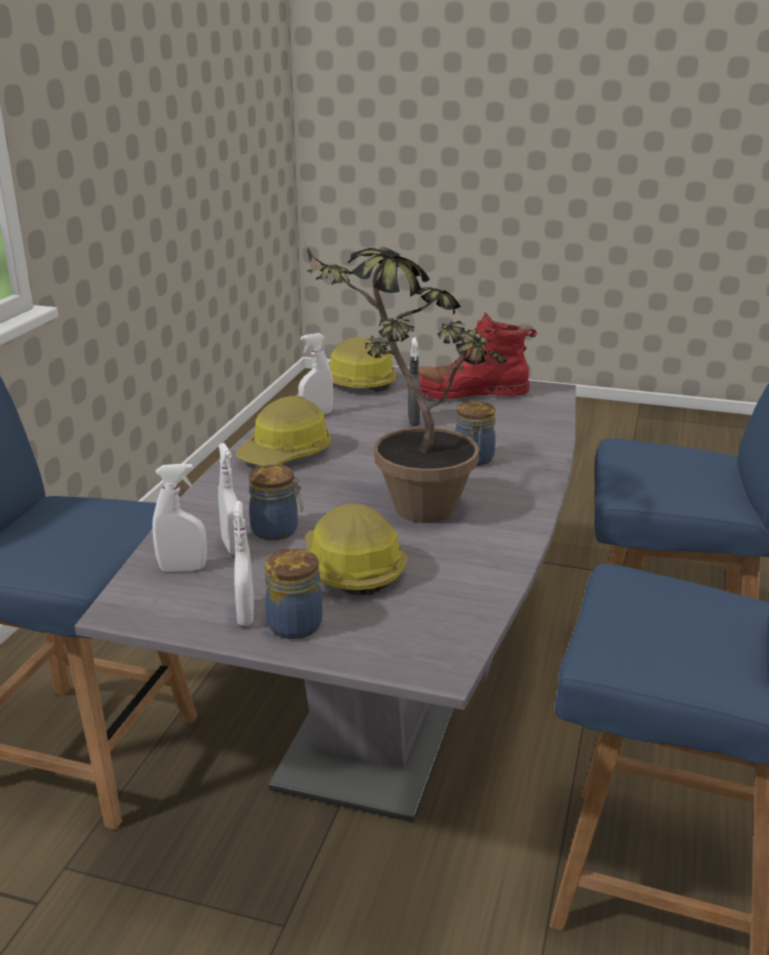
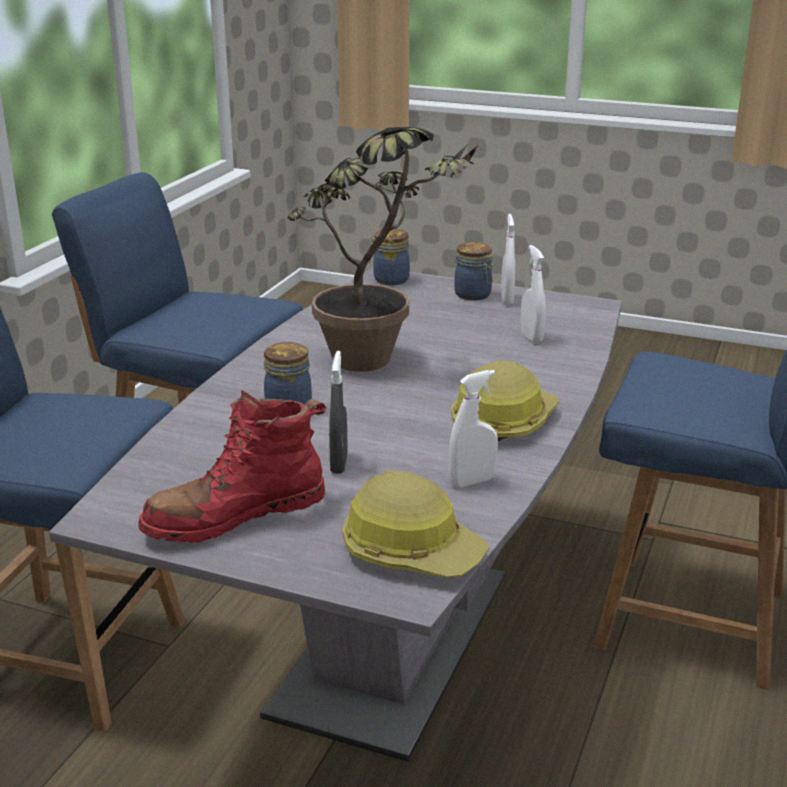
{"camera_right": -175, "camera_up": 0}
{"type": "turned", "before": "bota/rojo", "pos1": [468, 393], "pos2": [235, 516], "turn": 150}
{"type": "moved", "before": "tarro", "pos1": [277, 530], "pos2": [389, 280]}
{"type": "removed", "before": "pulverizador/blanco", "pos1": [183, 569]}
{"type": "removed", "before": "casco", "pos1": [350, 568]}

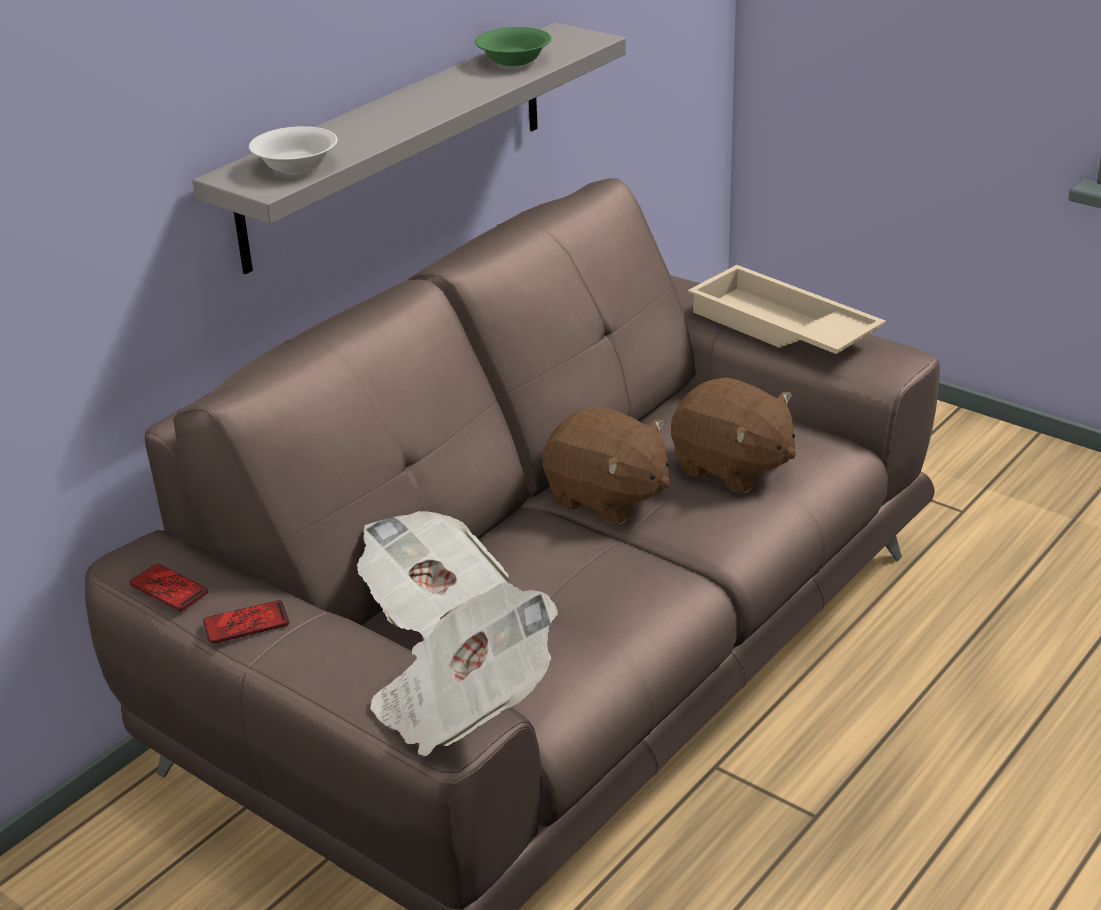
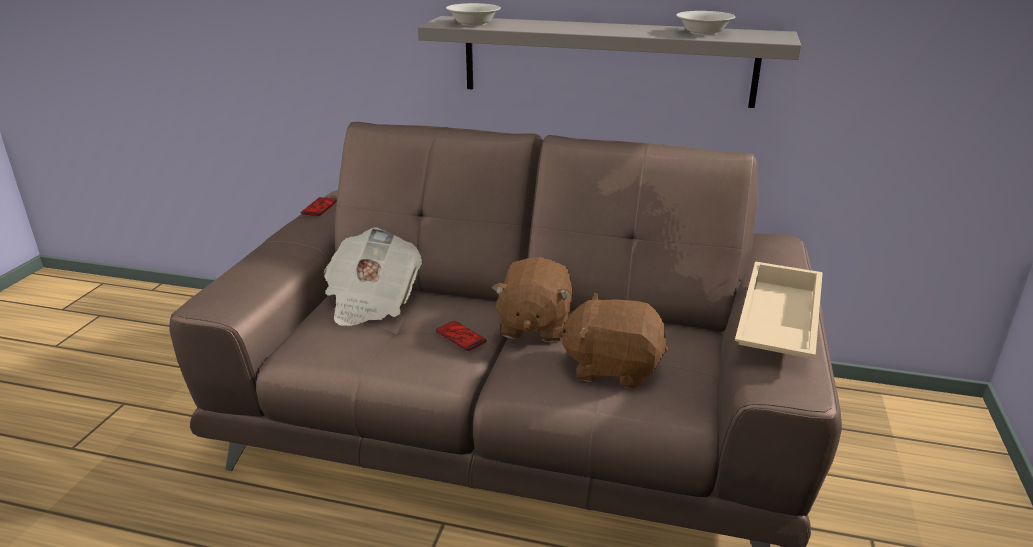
{"camera_right": 65, "camera_up": -5}
{"type": "moved", "before": "móvil", "pos1": [246, 623], "pos2": [460, 336]}
{"type": "turned", "before": "peluche/marrón", "pos1": [732, 467], "pos2": [612, 367], "turn": 90}
{"type": "recoloured", "before": "cuenco/verde", "after": "cuenco/blanco", "pos1": [515, 60], "pos2": [704, 32]}
{"type": "removed", "before": "periódico", "pos1": [465, 705]}

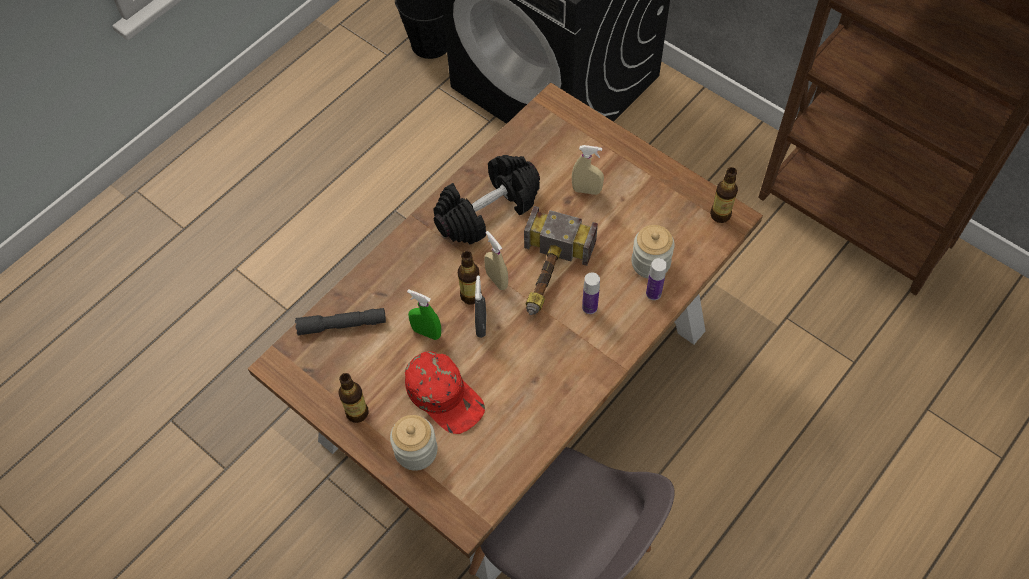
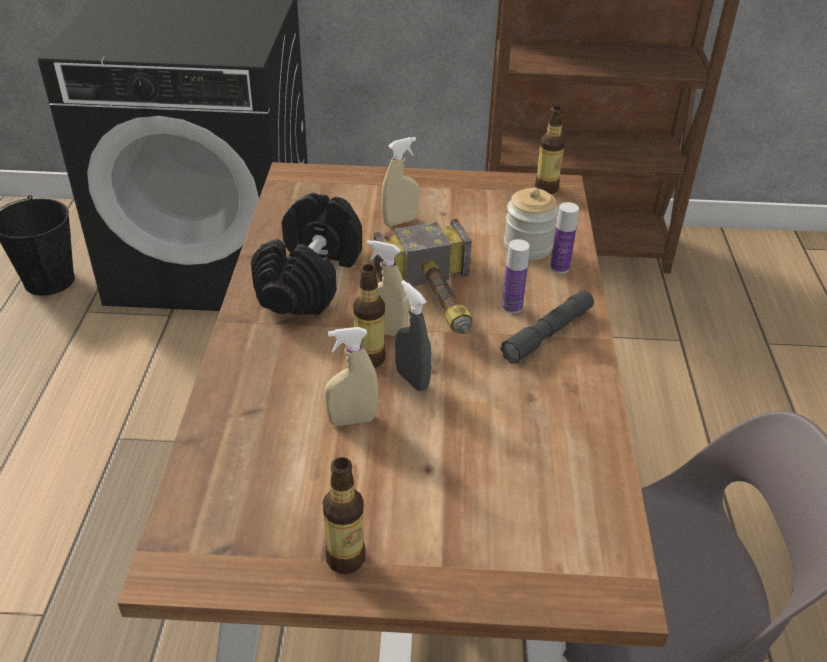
{"camera_right": -40, "camera_up": -20}
{"type": "recoloured", "before": "pulverizador/verde", "after": "pulverizador/beis", "pos1": [426, 332], "pos2": [352, 420]}
{"type": "moved", "before": "linterna/gris", "pos1": [342, 325], "pos2": [548, 334]}
{"type": "removed", "before": "tarro", "pos1": [416, 451]}
{"type": "removed", "before": "gorra/rojo", "pos1": [445, 395]}

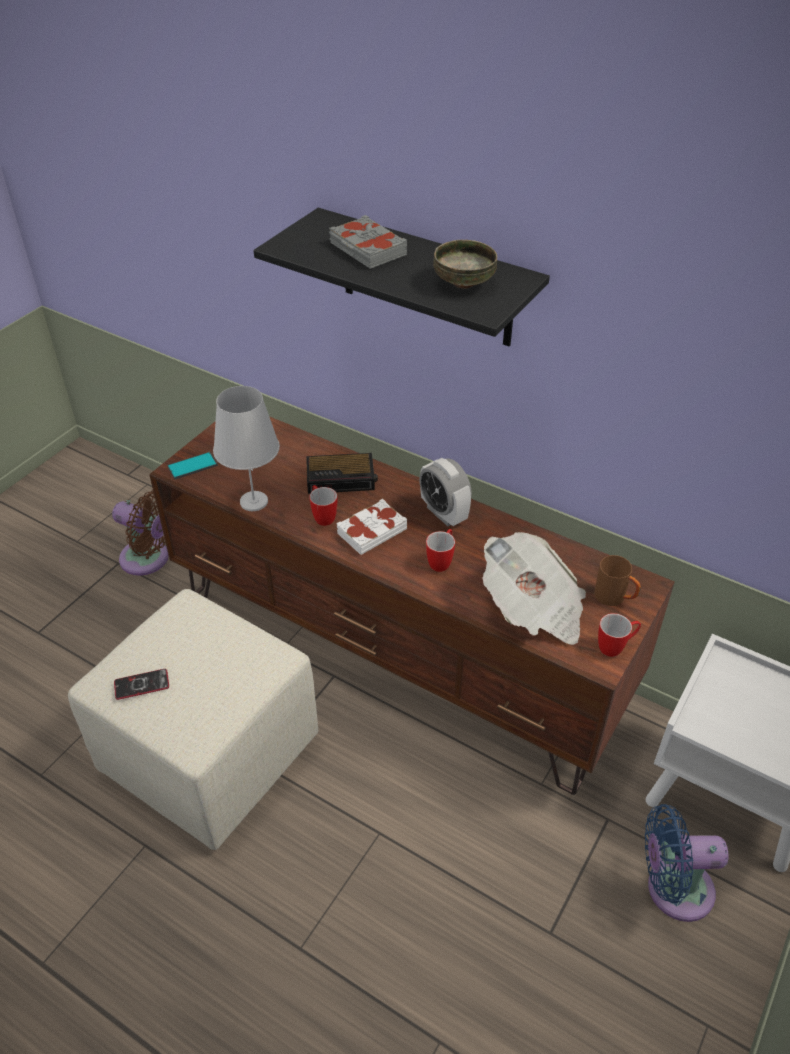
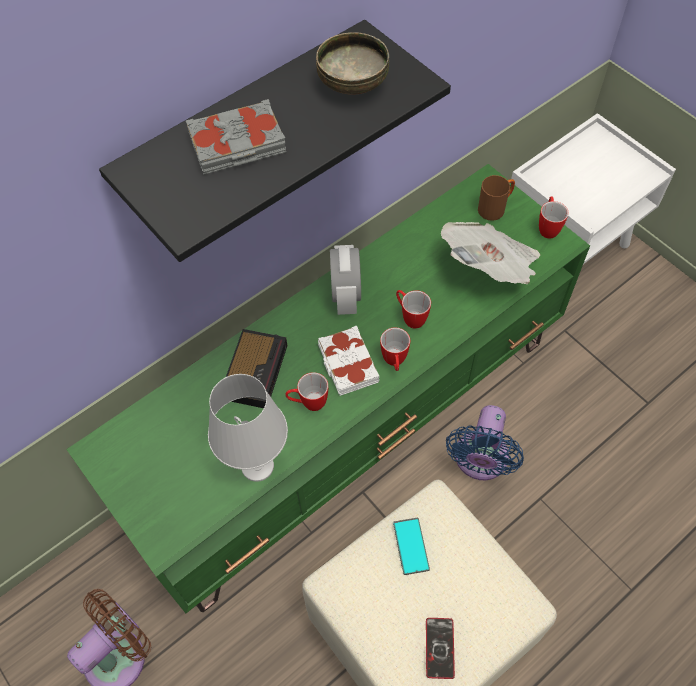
{"camera_right": -70, "camera_up": 15}
{"type": "recoloured", "before": "mueble de televisión/marrón", "after": "mueble de televisión/verde", "pos1": [397, 649], "pos2": [351, 427]}
{"type": "turned", "before": "despertador", "pos1": [444, 513], "pos2": [346, 296], "turn": 105}
{"type": "added", "after": "taza grande", "pos2": [394, 363]}
{"type": "moved", "before": "móvil", "pos1": [192, 466], "pos2": [410, 546]}
{"type": "moved", "before": "ventilador/azul", "pos1": [672, 889], "pos2": [479, 461]}

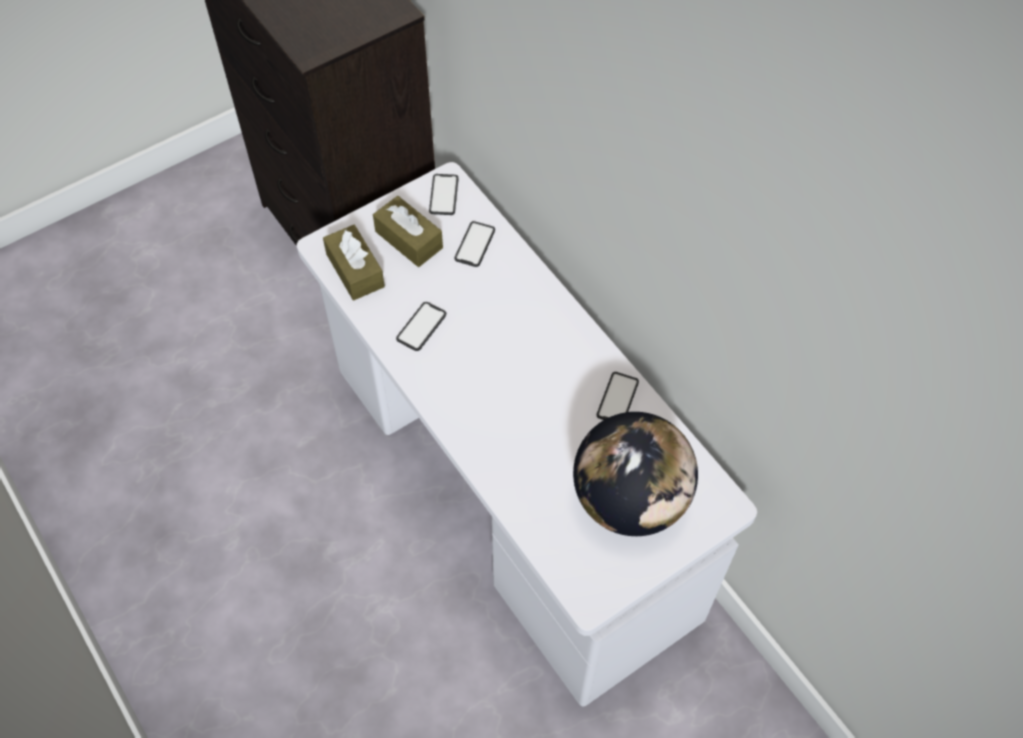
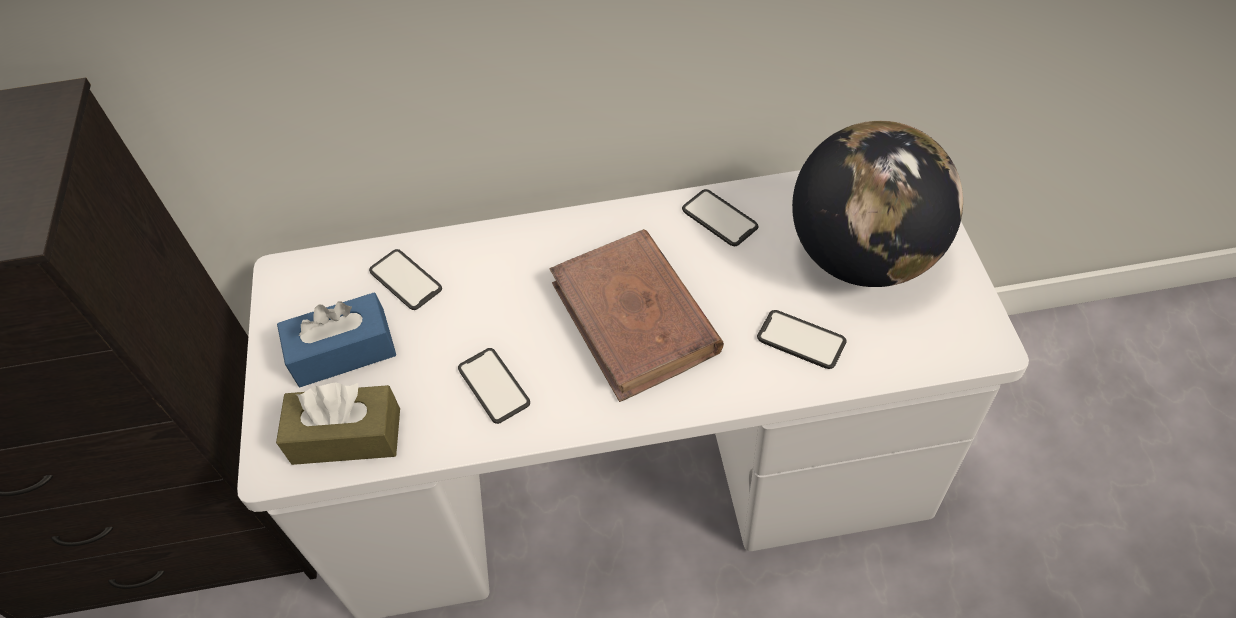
{"camera_right": -60, "camera_up": -5}
{"type": "recoloured", "before": "caja de pañuelos/marrón", "after": "caja de pañuelos/azul", "pos1": [409, 239], "pos2": [343, 351]}
{"type": "added", "after": "libro/marrón", "pos2": [635, 318]}
{"type": "moved", "before": "móvil", "pos1": [443, 195], "pos2": [801, 340]}

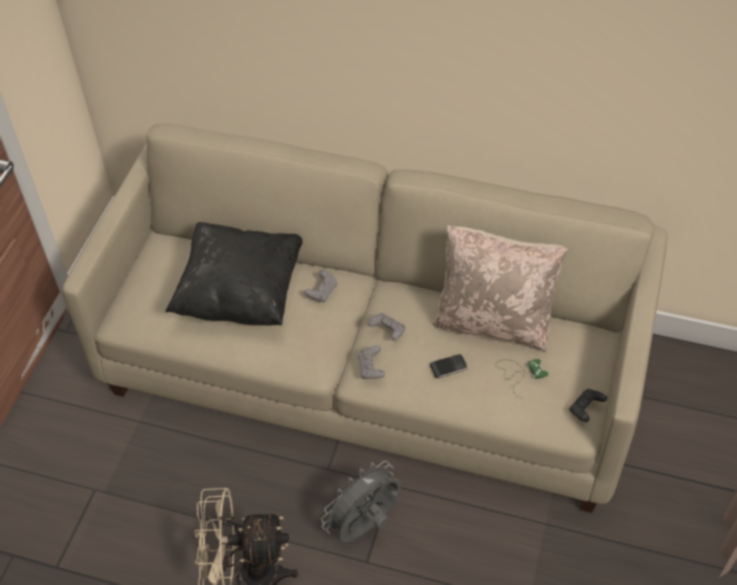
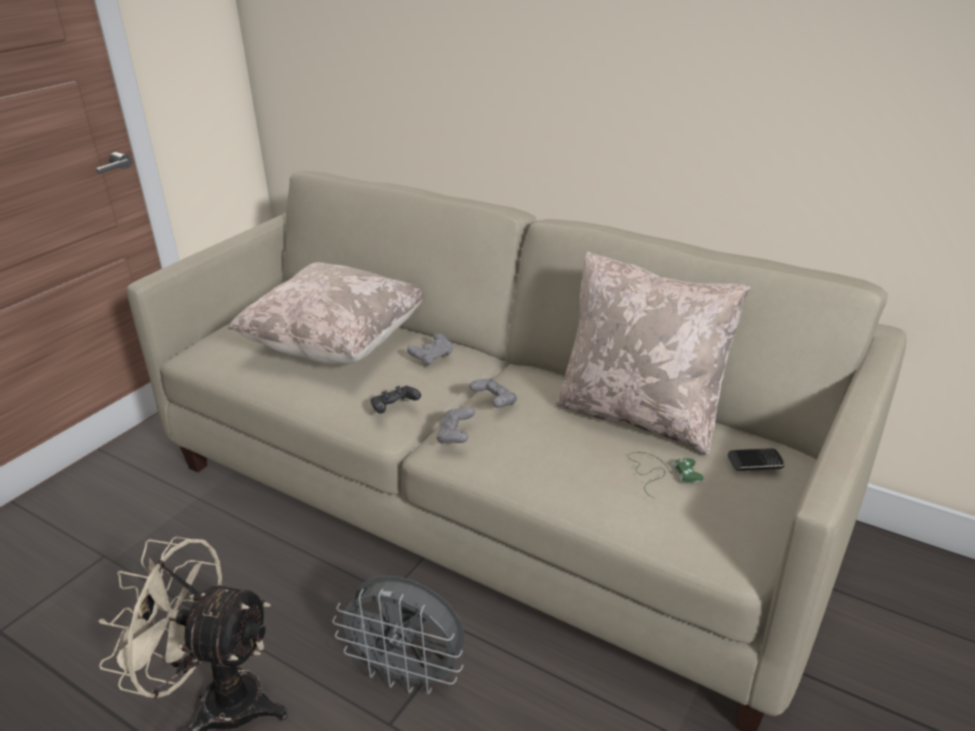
{"camera_right": 15, "camera_up": -20}
{"type": "recoloured", "before": "cojín/negro", "after": "cojín/beis", "pos1": [240, 293], "pos2": [336, 345]}
{"type": "turned", "before": "ventilador/gris", "pos1": [366, 526], "pos2": [409, 674], "turn": -135}
{"type": "moved", "before": "mando de consola/negro", "pos1": [585, 409], "pos2": [394, 408]}
{"type": "moved", "before": "móvil", "pos1": [448, 367], "pos2": [755, 462]}

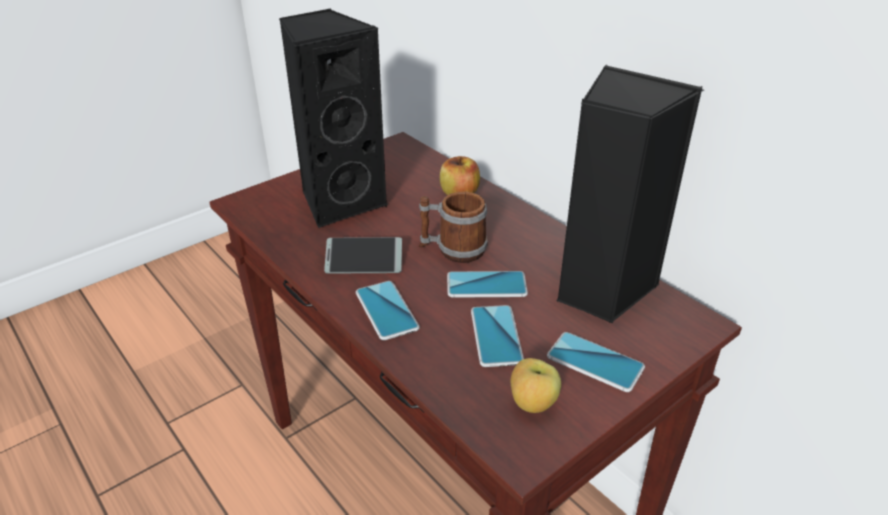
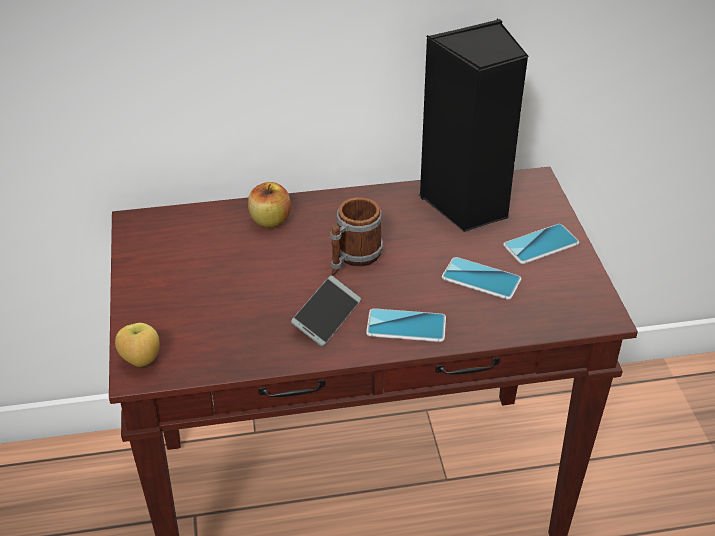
{"camera_right": -60, "camera_up": 5}
{"type": "moved", "before": "manzana", "pos1": [532, 404], "pos2": [141, 360]}
{"type": "removed", "before": "altavoz/negro", "pos1": [340, 201]}
{"type": "removed", "before": "móvil", "pos1": [486, 285]}

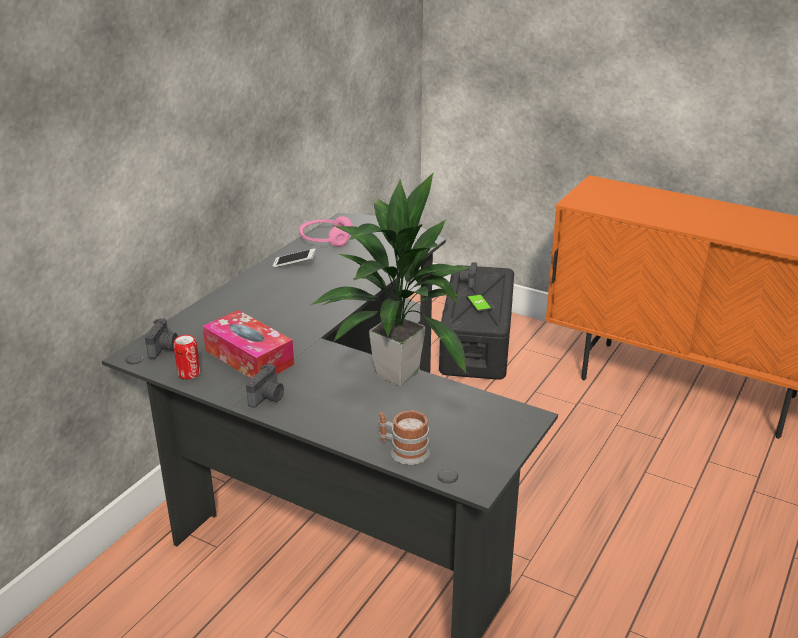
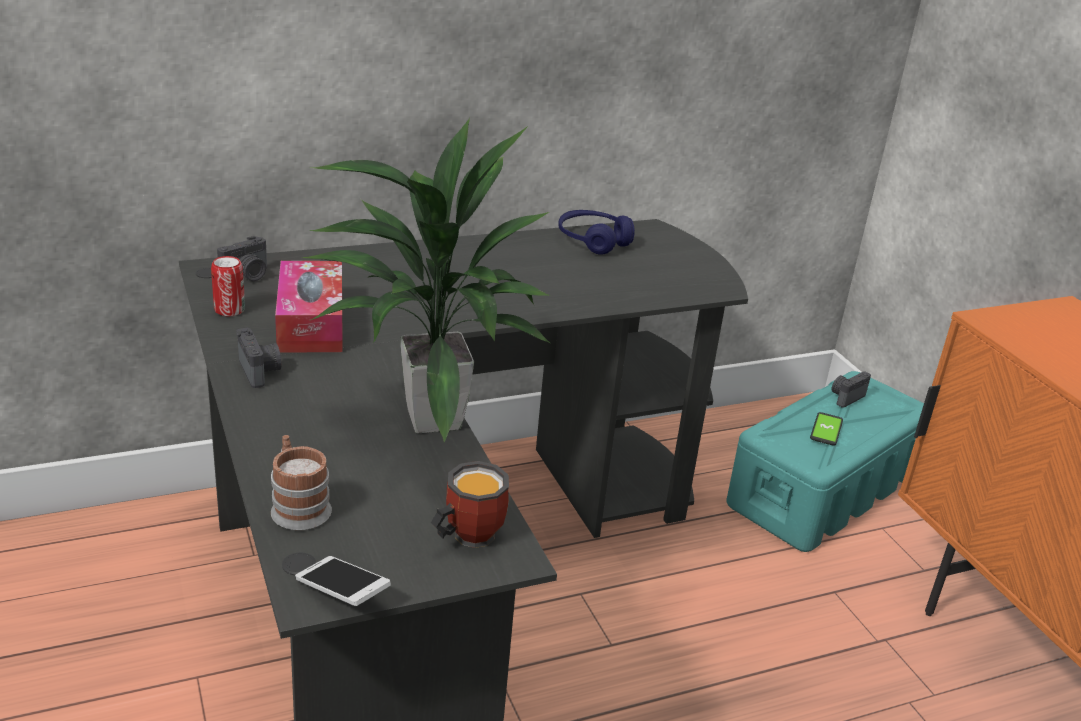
{"camera_right": 35, "camera_up": 0}
{"type": "turned", "before": "cámara", "pos1": [268, 397], "pos2": [260, 371], "turn": -90}
{"type": "moved", "before": "móvil", "pos1": [294, 264], "pos2": [342, 592]}
{"type": "added", "after": "taza grande", "pos2": [465, 535]}
{"type": "recoloured", "before": "auriculares/rosa", "after": "auriculares/azul", "pos1": [325, 240], "pos2": [593, 241]}
{"type": "recoloured", "before": "caja de almacenaje/negro", "after": "caja de almacenaje/turquesa", "pos1": [476, 343], "pos2": [821, 491]}

